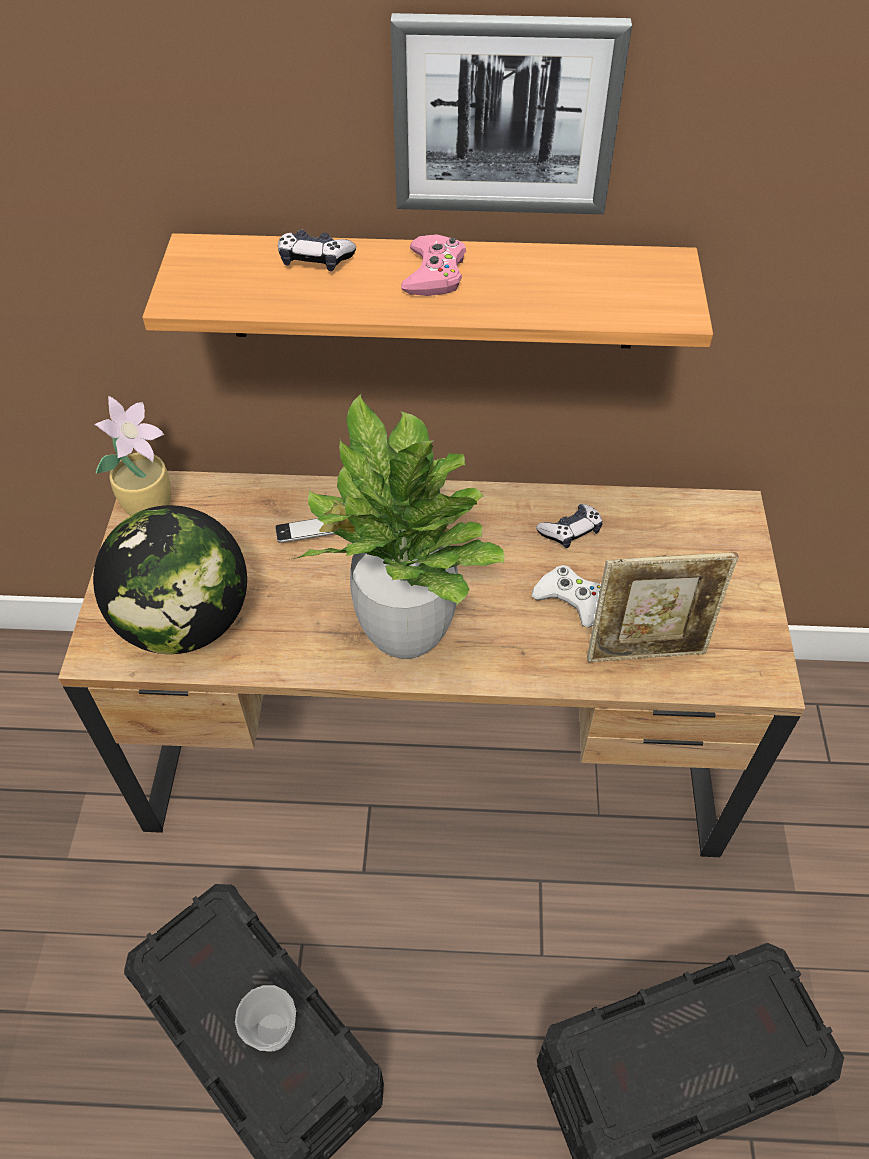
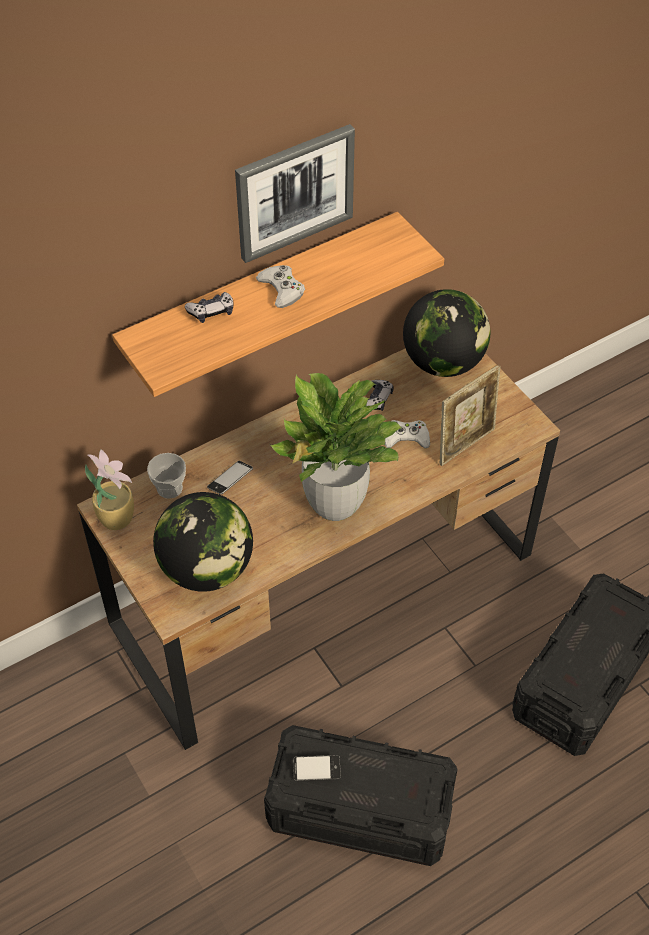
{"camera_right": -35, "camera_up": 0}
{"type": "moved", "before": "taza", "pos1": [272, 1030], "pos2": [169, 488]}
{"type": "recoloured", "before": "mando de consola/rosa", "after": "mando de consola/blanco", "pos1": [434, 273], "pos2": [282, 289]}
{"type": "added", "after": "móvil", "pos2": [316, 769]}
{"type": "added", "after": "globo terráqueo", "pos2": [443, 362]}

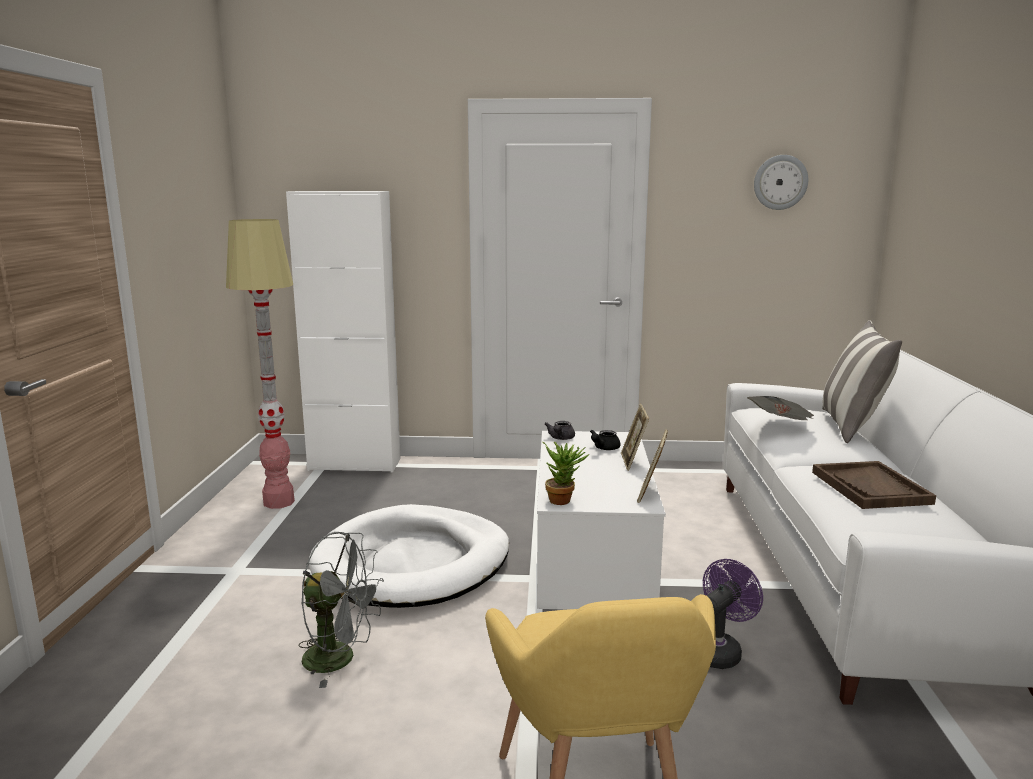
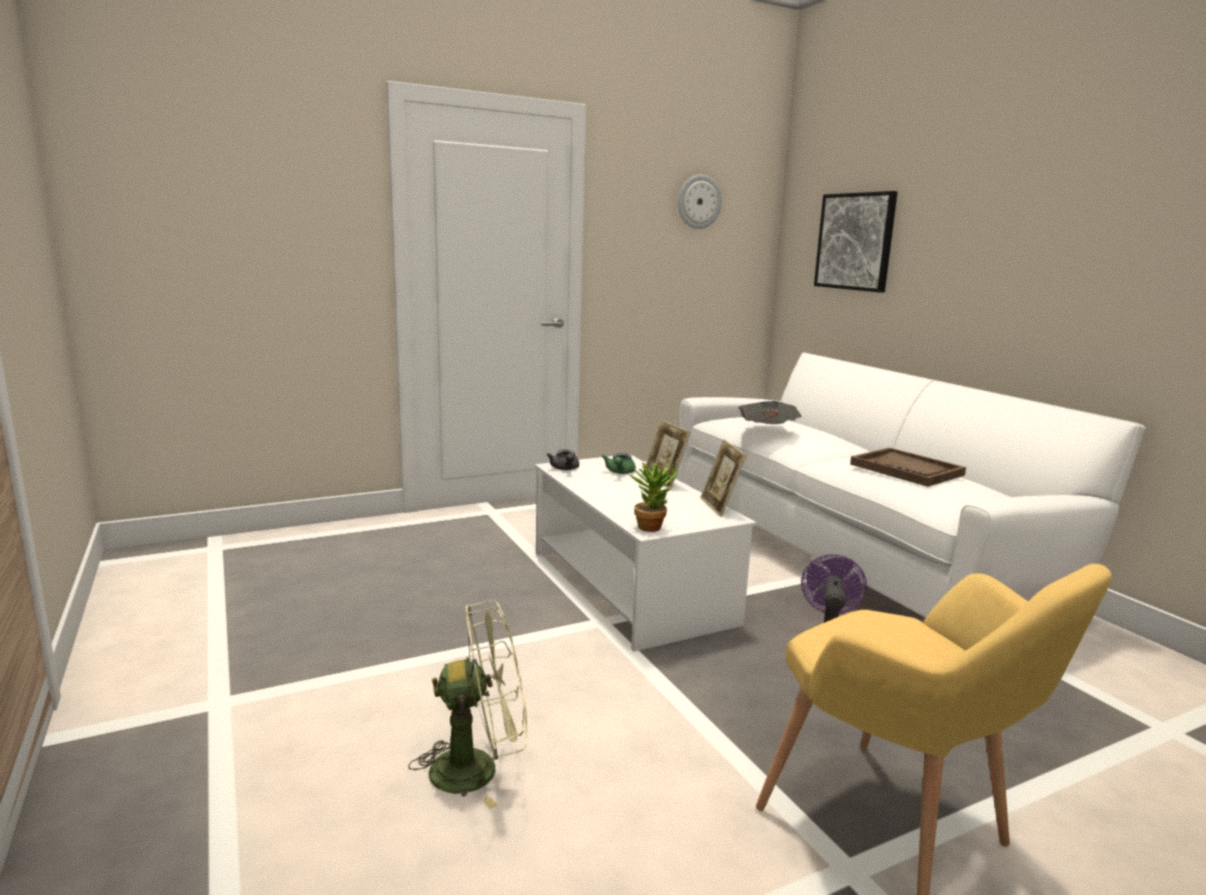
{"camera_right": -30, "camera_up": 0}
{"type": "recoloured", "before": "ventilador/gris", "after": "ventilador/verde", "pos1": [340, 659], "pos2": [478, 768]}
{"type": "recoloured", "before": "tetera/negro", "after": "tetera/verde", "pos1": [604, 448], "pos2": [619, 472]}
{"type": "added", "after": "cuadro", "pos2": [855, 241]}
{"type": "removed", "before": "lámpara de pie", "pos1": [279, 502]}
{"type": "removed", "before": "armario/blanco", "pos1": [354, 464]}
{"type": "removed", "before": "cama para perro/blanco", "pos1": [413, 563]}
{"type": "removed", "before": "cojín", "pos1": [852, 427]}

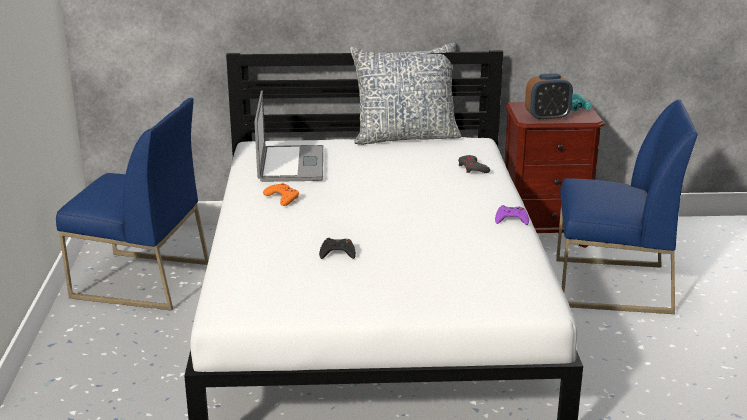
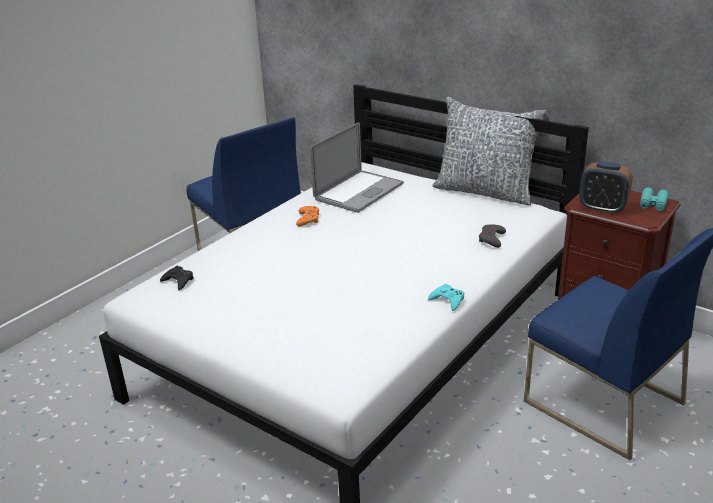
{"camera_right": 40, "camera_up": 5}
{"type": "moved", "before": "mando de consola/negro", "pos1": [337, 253], "pos2": [178, 281]}
{"type": "recoloured", "before": "mando de consola/morado", "after": "mando de consola/turquesa", "pos1": [511, 219], "pos2": [448, 300]}

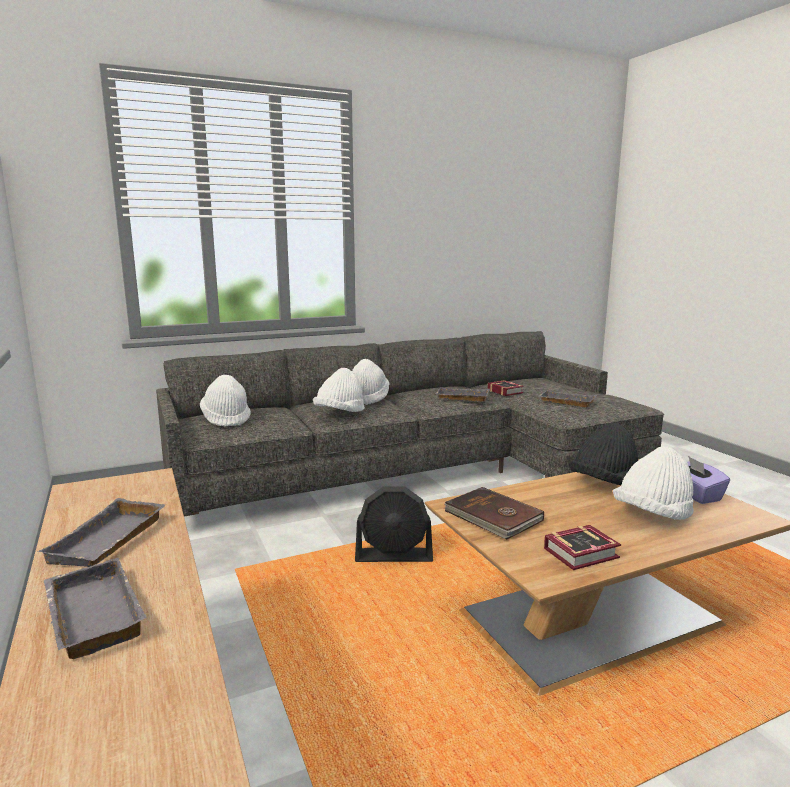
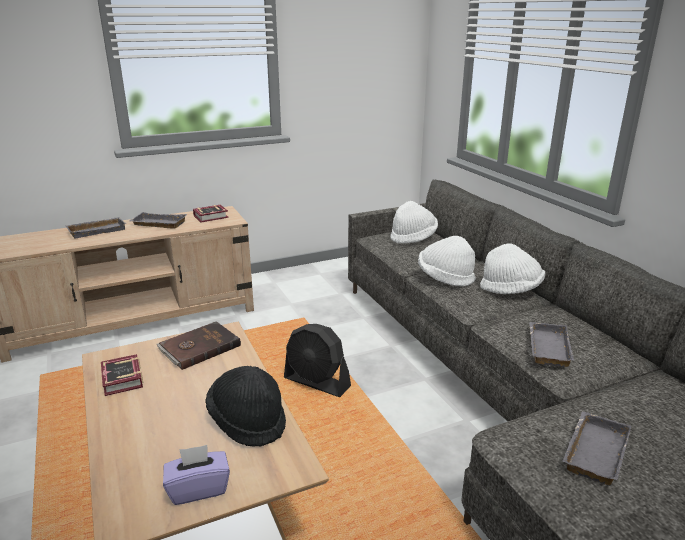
{"camera_right": 90, "camera_up": 10}
{"type": "moved", "before": "libro", "pos1": [504, 391], "pos2": [212, 217]}
{"type": "turned", "before": "ventilador/negro", "pos1": [394, 556], "pos2": [317, 383], "turn": -60}
{"type": "removed", "before": "sombrero/blanco", "pos1": [652, 515]}

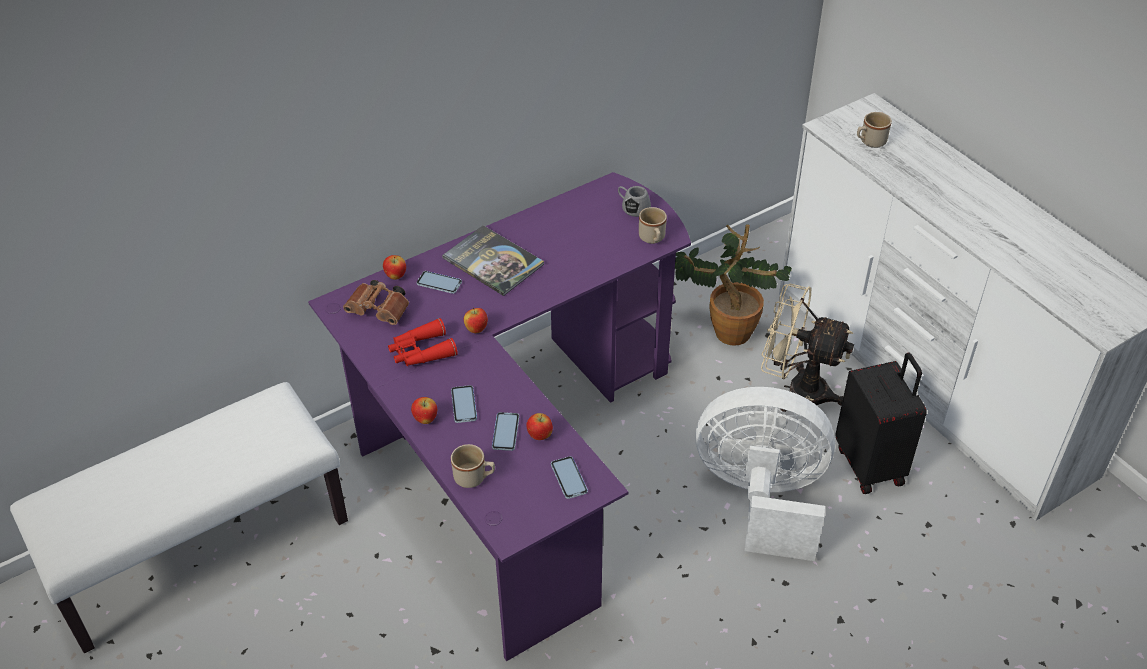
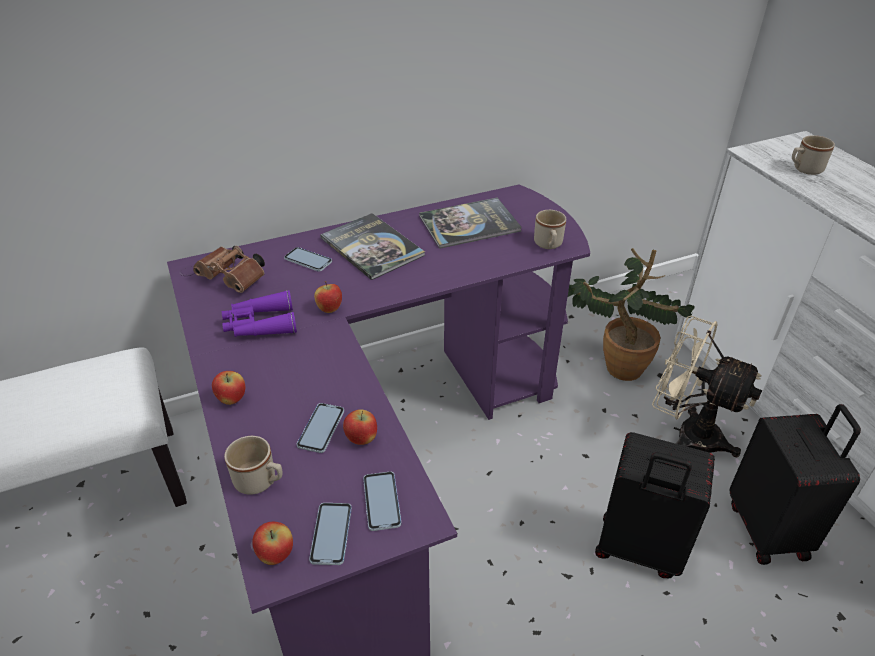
{"camera_right": 10, "camera_up": -5}
{"type": "recoloured", "before": "prismáticos/rojo", "after": "prismáticos/morado", "pos1": [421, 352], "pos2": [260, 324]}
{"type": "moved", "before": "manzana", "pos1": [395, 276], "pos2": [276, 555]}
{"type": "moved", "before": "móvil", "pos1": [464, 405], "pos2": [331, 534]}
{"type": "added", "after": "libro", "pos2": [469, 224]}
{"type": "replaced", "before": "ventilador/blanco", "after": "maleta/negro", "pos1": [761, 498], "pos2": [638, 550]}
{"type": "removed", "before": "taza grande/gris", "pos1": [633, 207]}

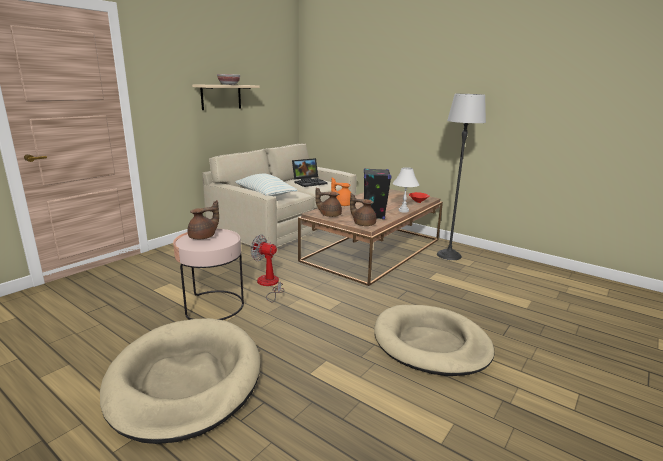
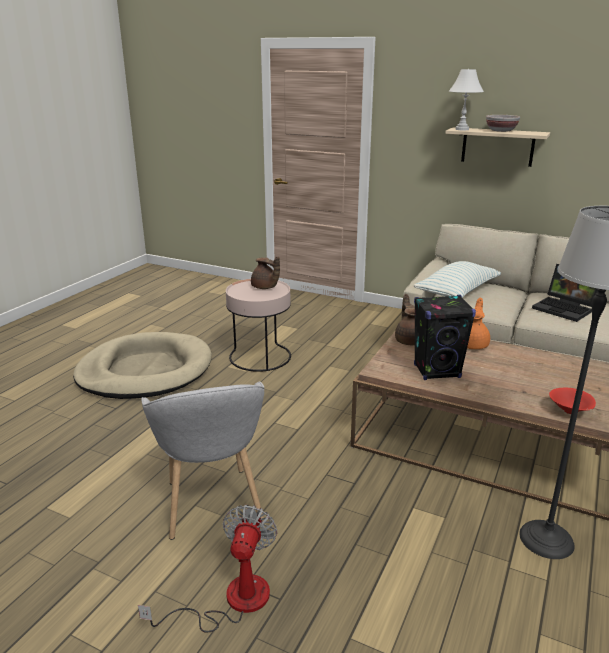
{"camera_right": 80, "camera_up": 5}
{"type": "moved", "before": "ventilador", "pos1": [269, 285], "pos2": [232, 601]}
{"type": "replaced", "before": "cama para perro/beis", "after": "sillón/gris", "pos1": [431, 343], "pos2": [212, 505]}
{"type": "moved", "before": "lámpara de mesa/blanco", "pos1": [403, 211], "pos2": [461, 129]}
{"type": "removed", "before": "tetera/marrón", "pos1": [363, 224]}

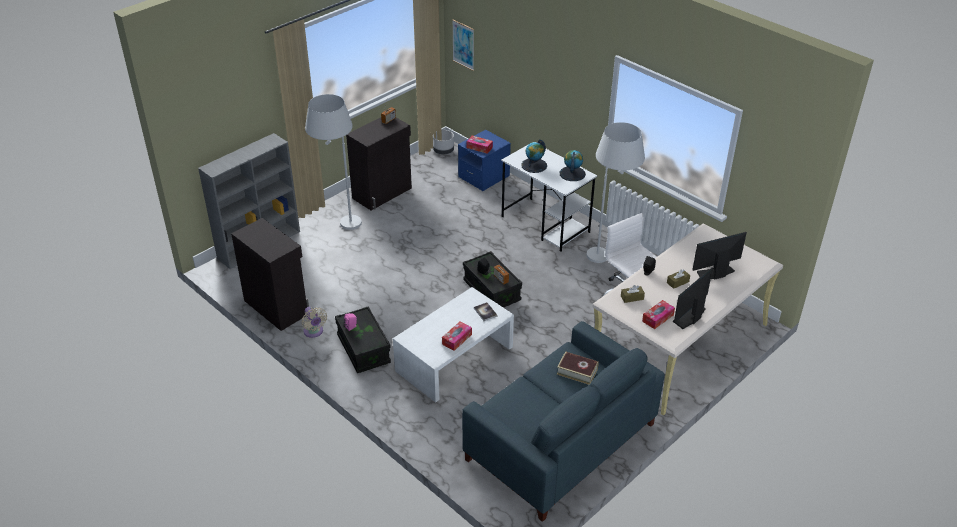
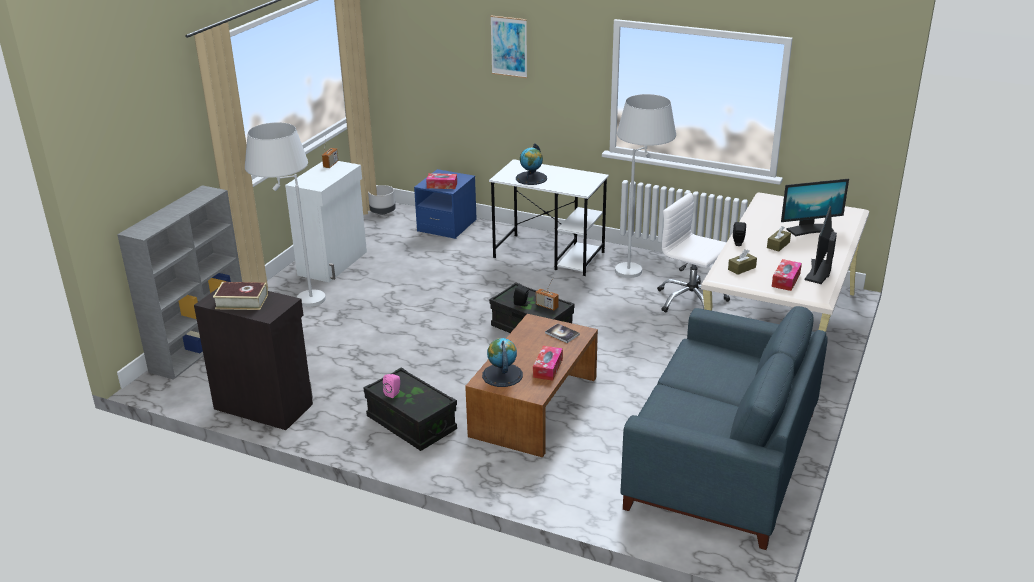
{"camera_right": -20, "camera_up": -10}
{"type": "moved", "before": "libro", "pos1": [577, 371], "pos2": [242, 301]}
{"type": "recoloured", "before": "armario/negro", "after": "armario/blanco", "pos1": [383, 193], "pos2": [334, 263]}
{"type": "recoloured", "before": "mesa de centro/blanco", "after": "mesa de centro/marrón", "pos1": [455, 359], "pos2": [535, 406]}
{"type": "moved", "before": "globo terráqueo", "pos1": [572, 173], "pos2": [502, 375]}
{"type": "moved", "before": "cuadro", "pos1": [463, 45], "pos2": [509, 46]}
{"type": "turned", "before": "monitor", "pos1": [715, 273], "pos2": [810, 229], "turn": -150}
{"type": "removed", "before": "ventilador/beis", "pos1": [314, 332]}

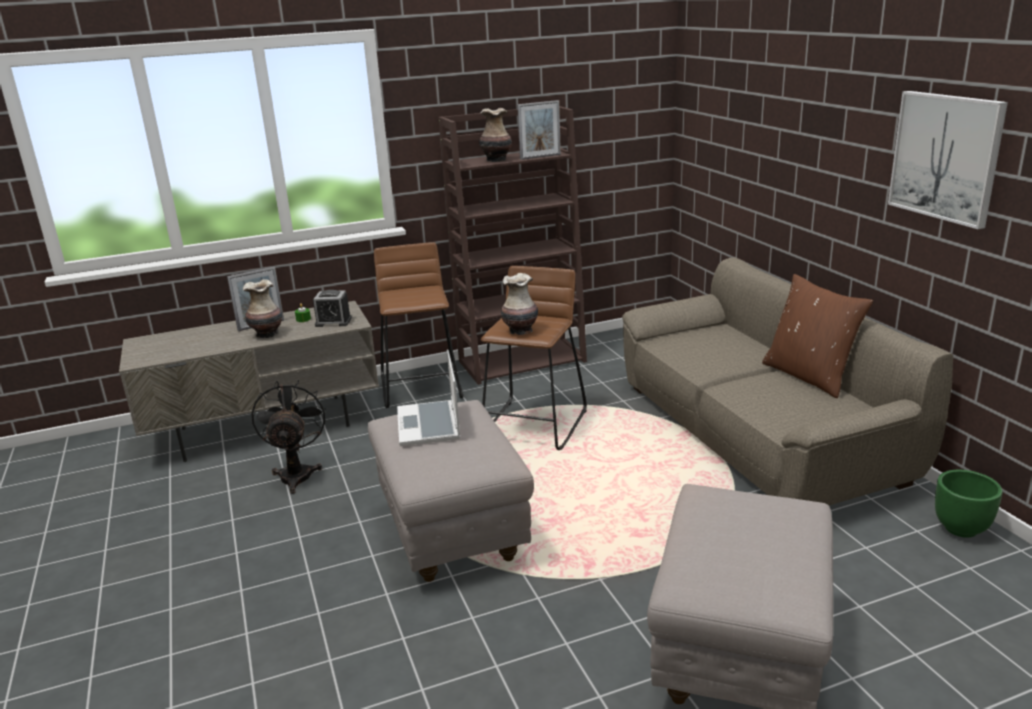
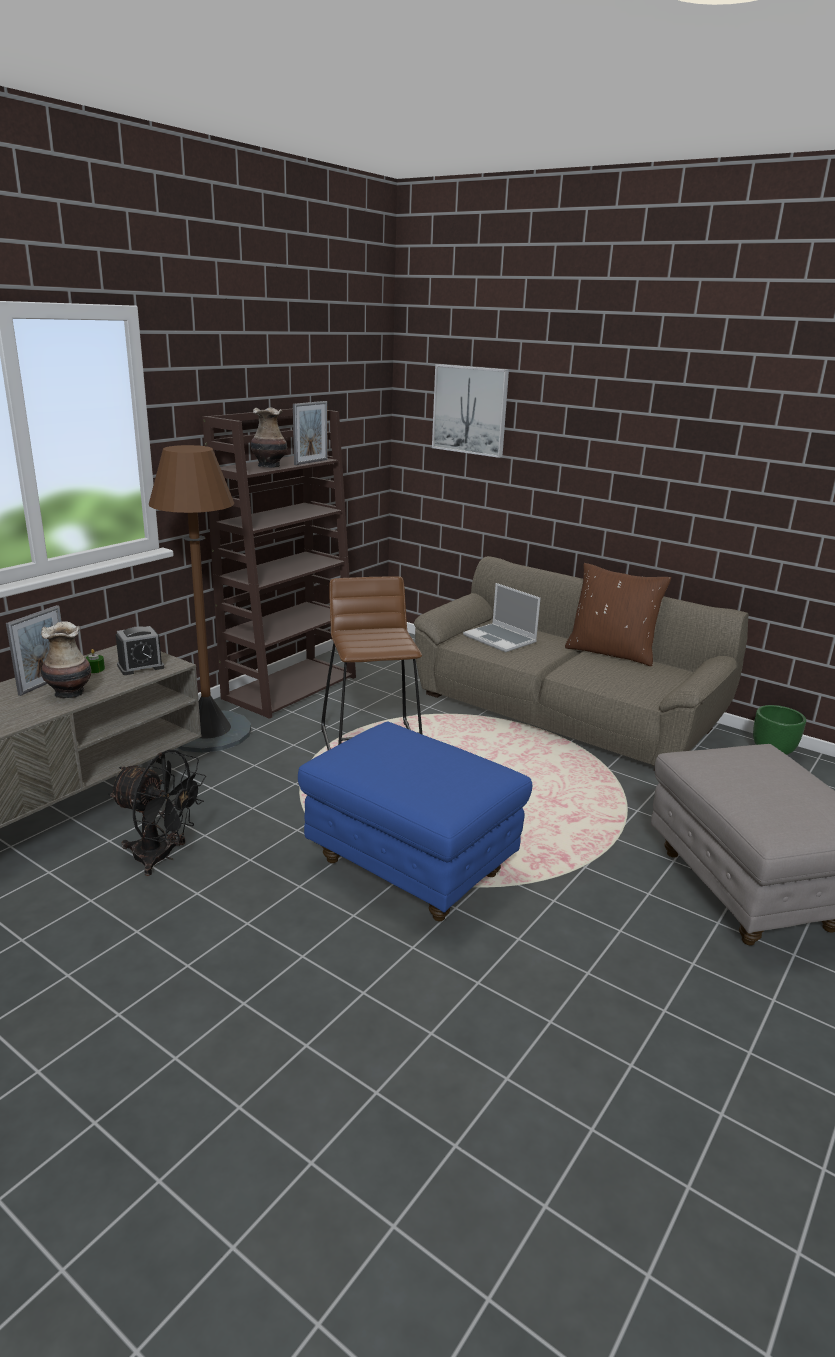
{"camera_right": -35, "camera_up": 0}
{"type": "turned", "before": "ventilador/negro", "pos1": [297, 473], "pos2": [162, 857], "turn": 150}
{"type": "replaced", "before": "taburete/marrón", "after": "lámpara de pie/marrón", "pos1": [422, 386], "pos2": [208, 732]}
{"type": "recoloured", "before": "puf/gris", "after": "puf/azul", "pos1": [451, 533], "pos2": [409, 868]}
{"type": "moved", "before": "cuadro", "pos1": [945, 157], "pos2": [470, 410]}
{"type": "moved", "before": "portátil", "pos1": [429, 425], "pos2": [501, 639]}
{"type": "removed", "before": "florero", "pos1": [521, 331]}

